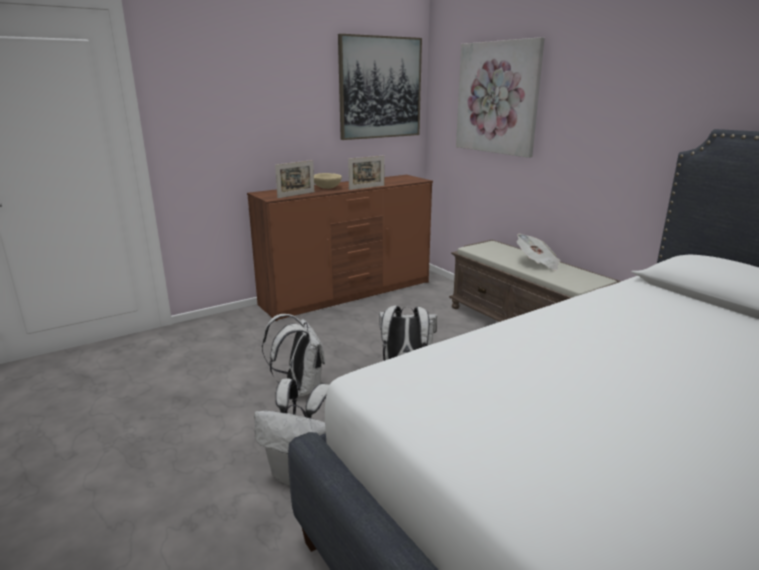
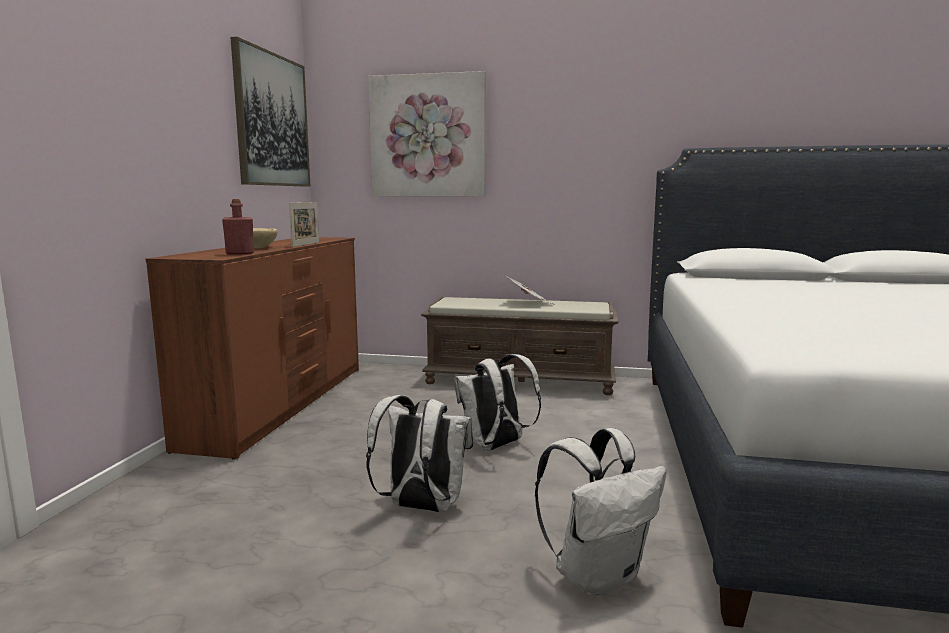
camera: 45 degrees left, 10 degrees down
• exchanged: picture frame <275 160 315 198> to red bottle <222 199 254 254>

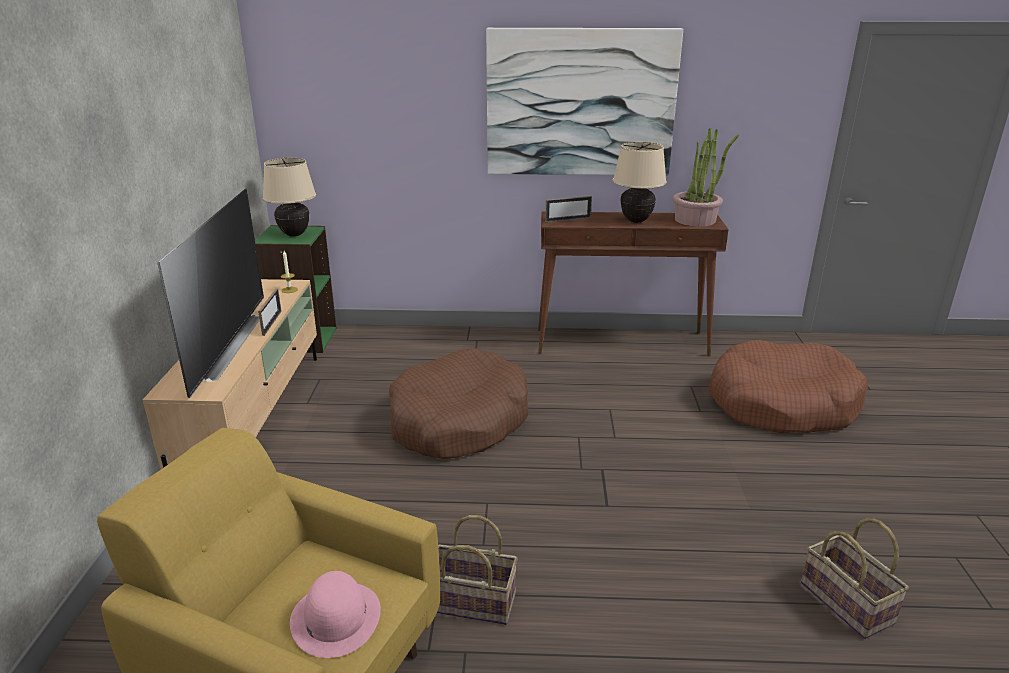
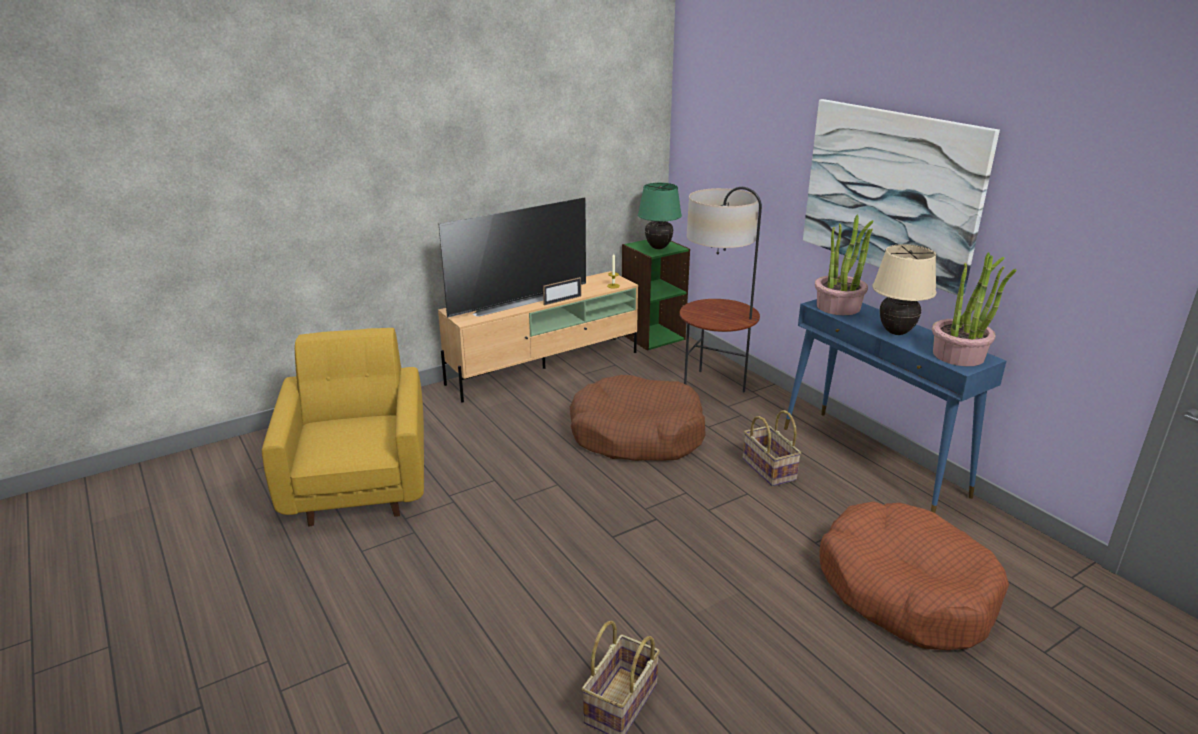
camera: 55 degrees right, 0 degrees up
• colour: beige table lamp <262 158 316 237> to green table lamp <638 183 682 249>
• exchanged: picture frame <545 196 592 222> to potted plant <815 215 874 315>
• colour: brown console table <538 211 729 356> to blue console table <784 299 1006 513>
• relocated: basket <437 515 518 625> to <743 410 801 487>
• missing: pink hat <290 571 381 658>
• appeared: floor lamp <680 187 762 392>

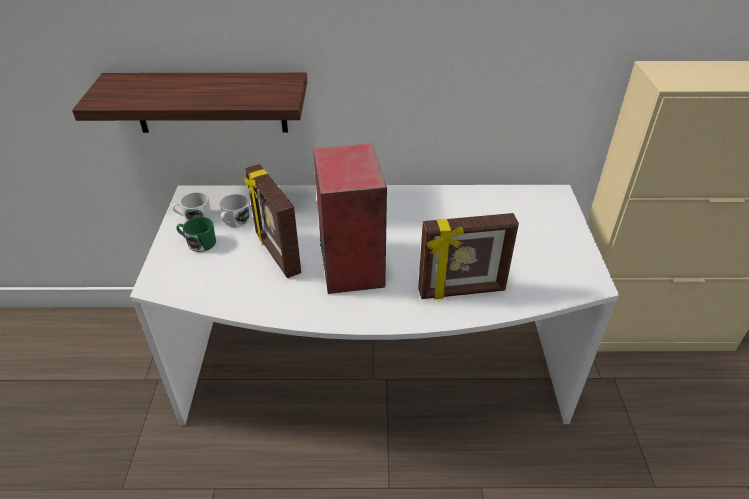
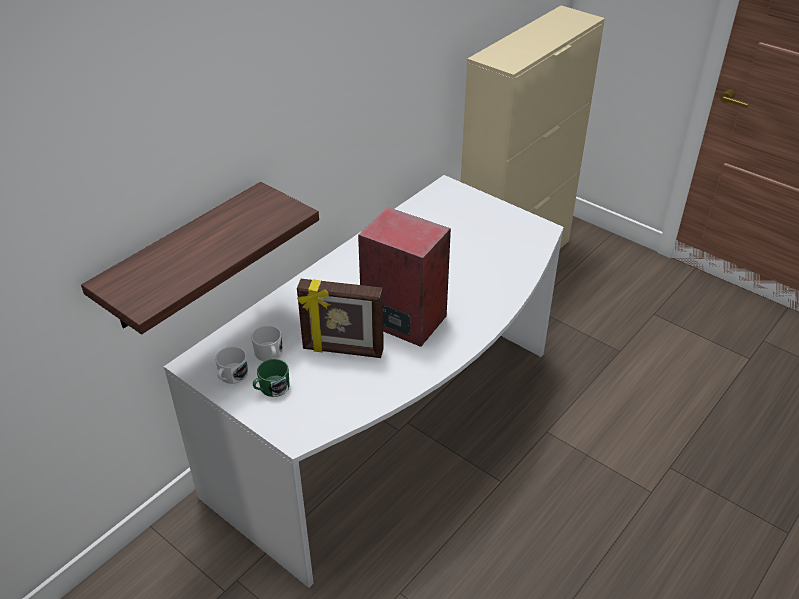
camera: 50 degrees left, 0 degrees up
• missing: picture frame <418 213 519 299>

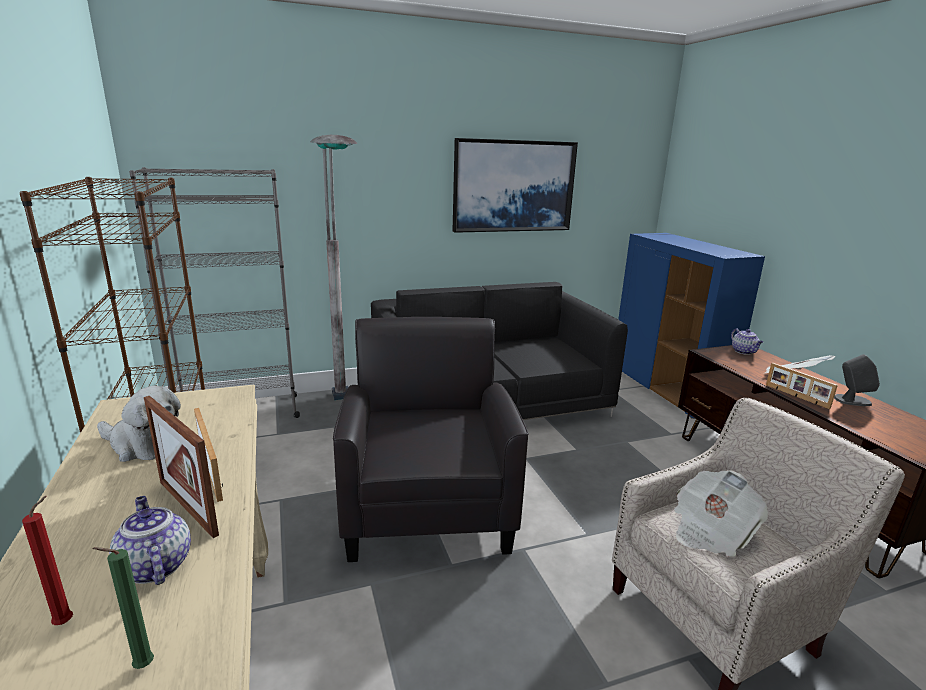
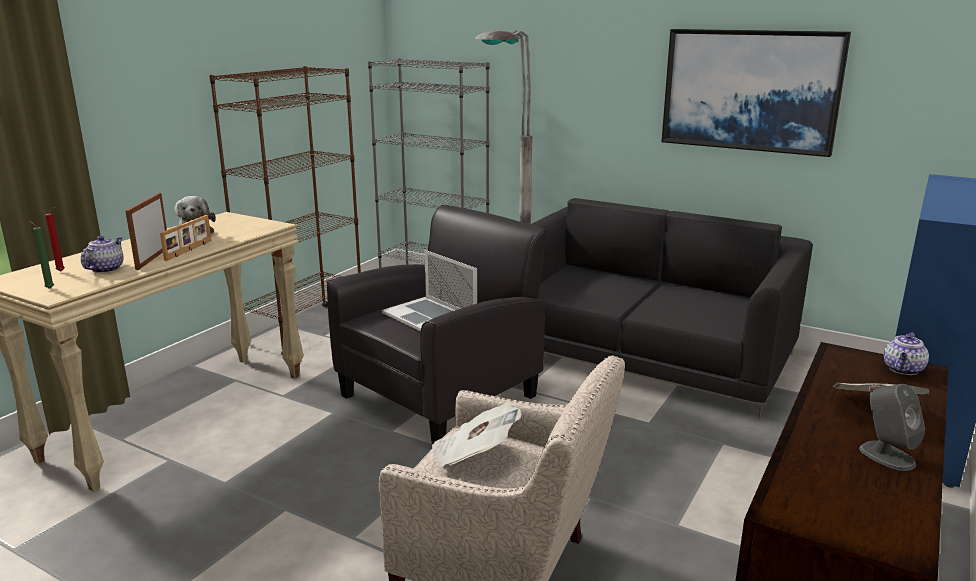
camera: 50 degrees right, 0 degrees up
• missing: picture frame <766 363 838 409>
• appeared: laptop <382 250 477 332>

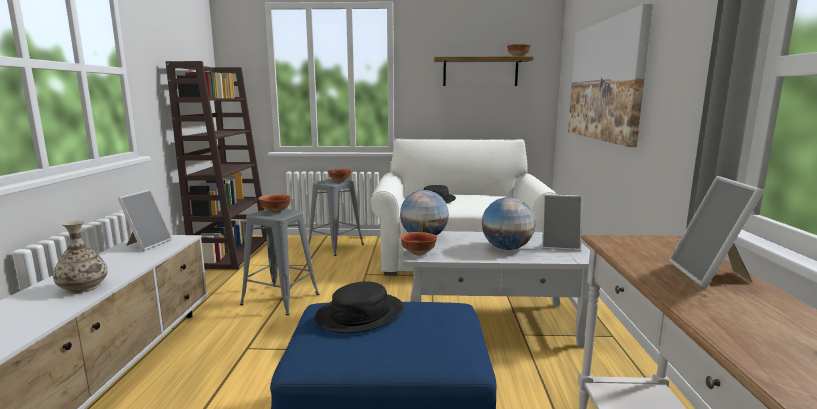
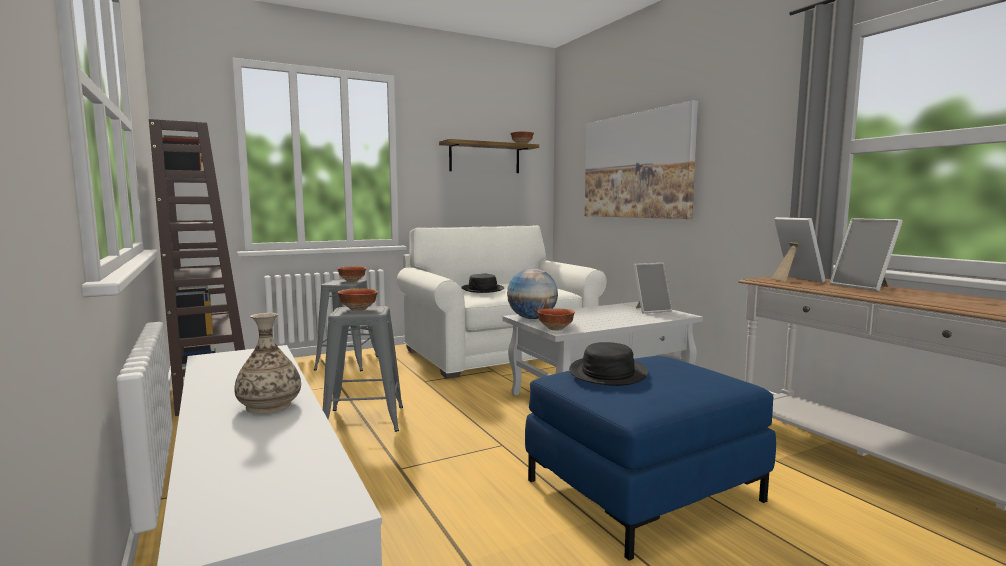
camera: 30 degrees left, 5 degrees down
• relocated: picture frame <118 190 172 251> to <771 217 826 282>
• missing: globe <482 197 535 250>

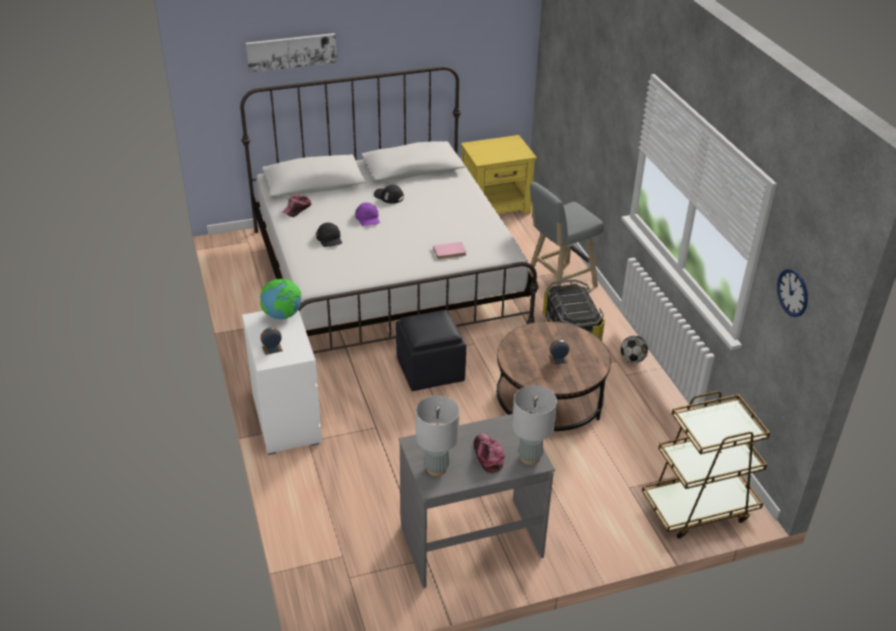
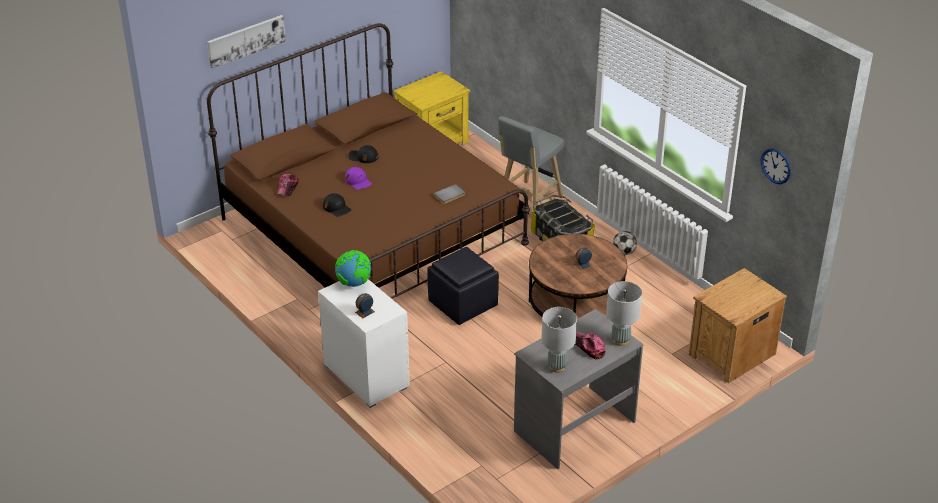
camera: 20 degrees left, 0 degrees up
• colour: white bed <240 66 539 354> to brown bed <207 23 530 299>
• colour: pink book <433 242 466 259> to grey book <433 184 465 204>
• exchanged: brown cart <642 391 770 539> to brown nightstand <689 268 787 383>

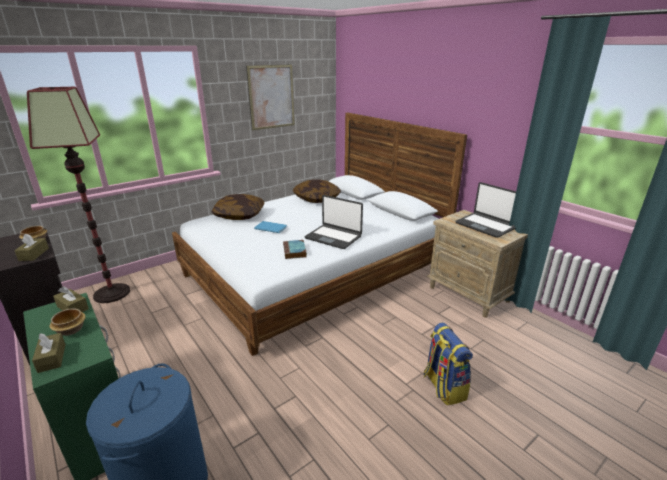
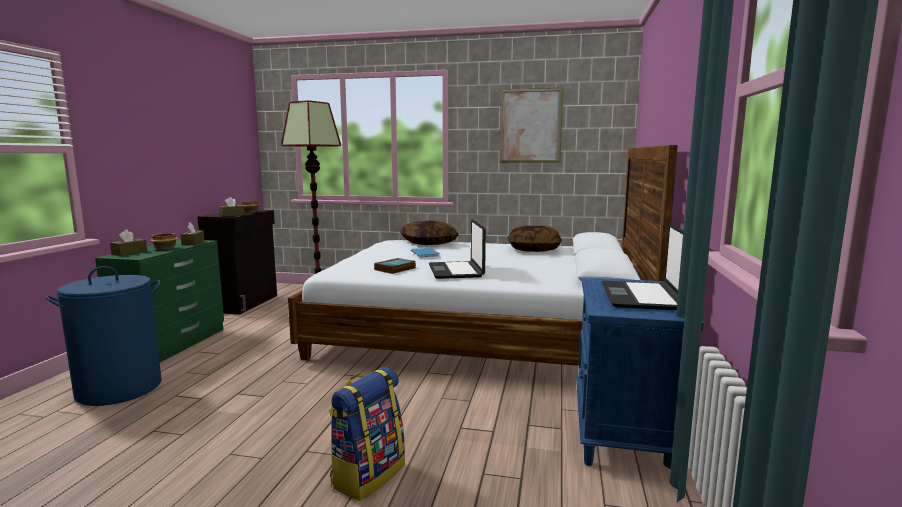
camera: 50 degrees right, 15 degrees down
• colour: beige nightstand <427 210 528 318> to blue nightstand <576 277 704 471>

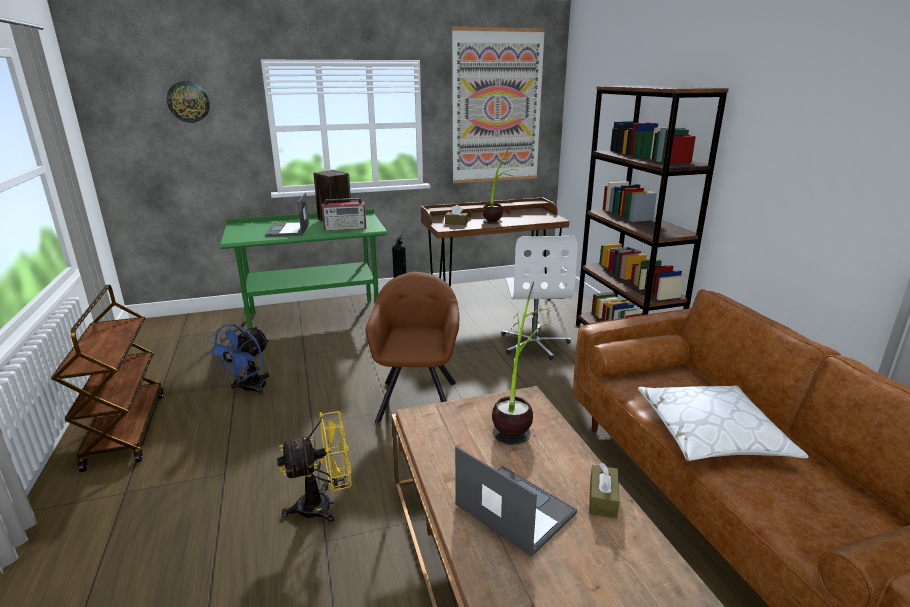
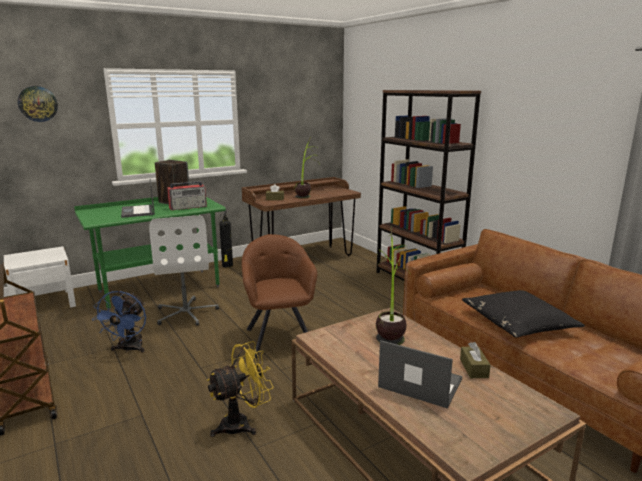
camera: 15 degrees left, 5 degrees down
• missing: picture <452 27 545 183>
• relocated: white office chair <502 236 578 360> to <149 215 219 326>
• colour: white pillow <638 386 809 461> to black pillow <462 290 585 338>
• appeared: white nightstand <4 246 76 308>

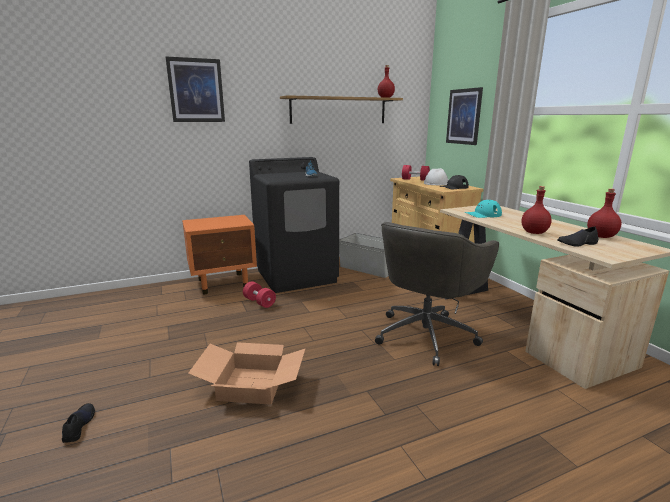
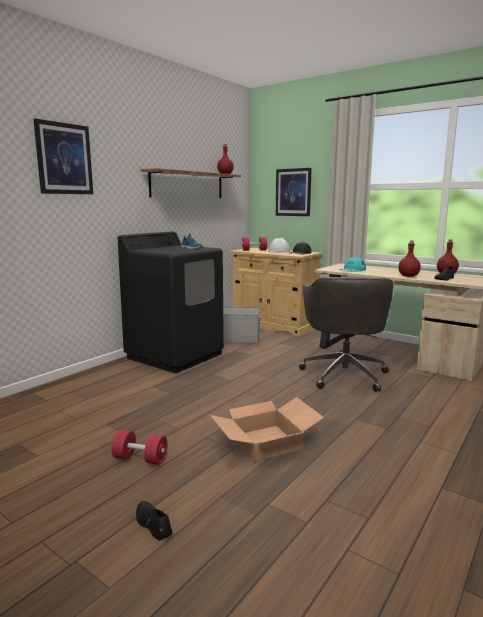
camera: 30 degrees left, 5 degrees down
• missing: orange nightstand <182 215 257 294>
• relocated: red dumbbell <243 281 276 308> to <111 430 168 465>

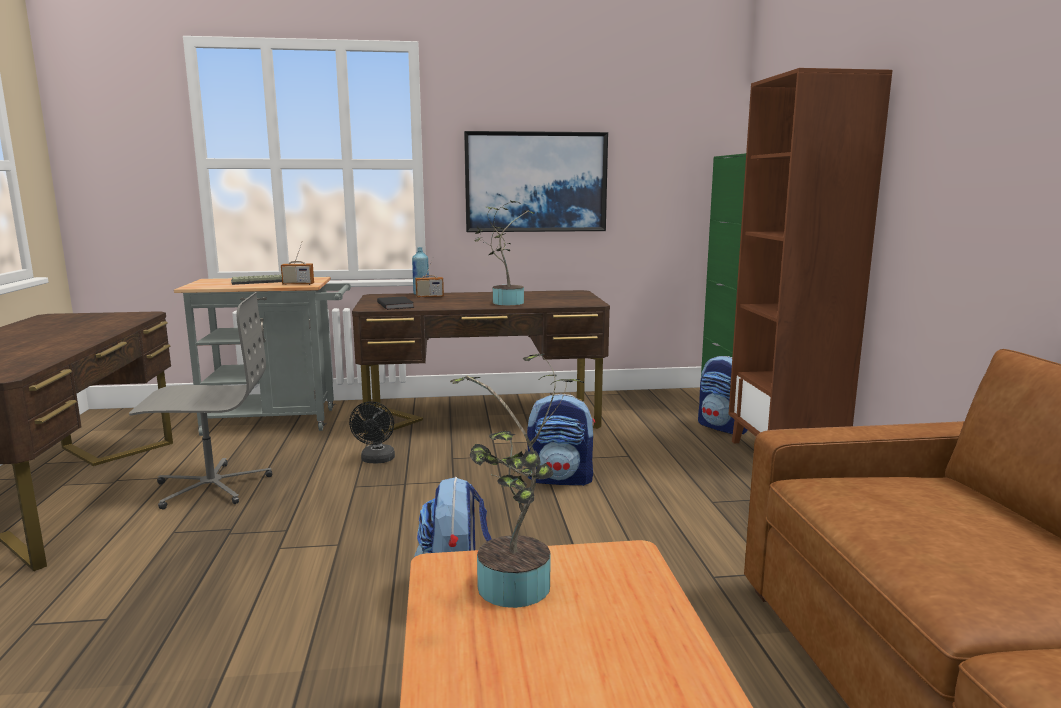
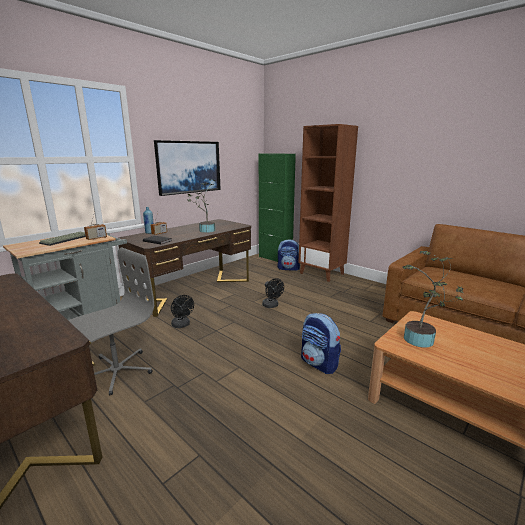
camera: 40 degrees left, 5 degrees up
• exchanged: backpack <527 394 596 486> to black fan <262 278 284 308>

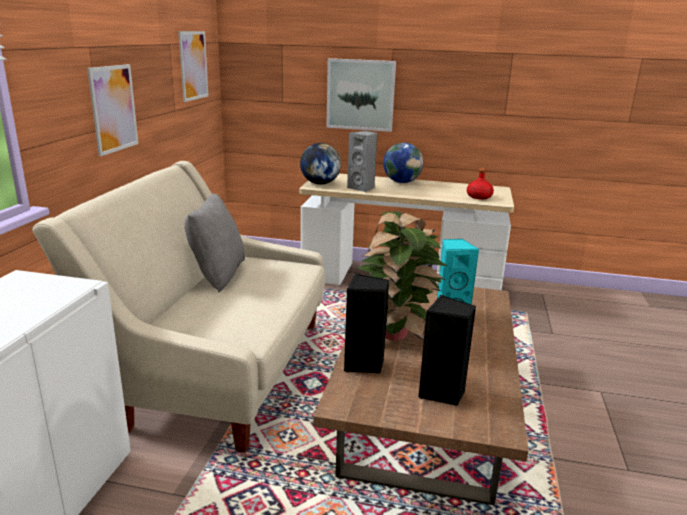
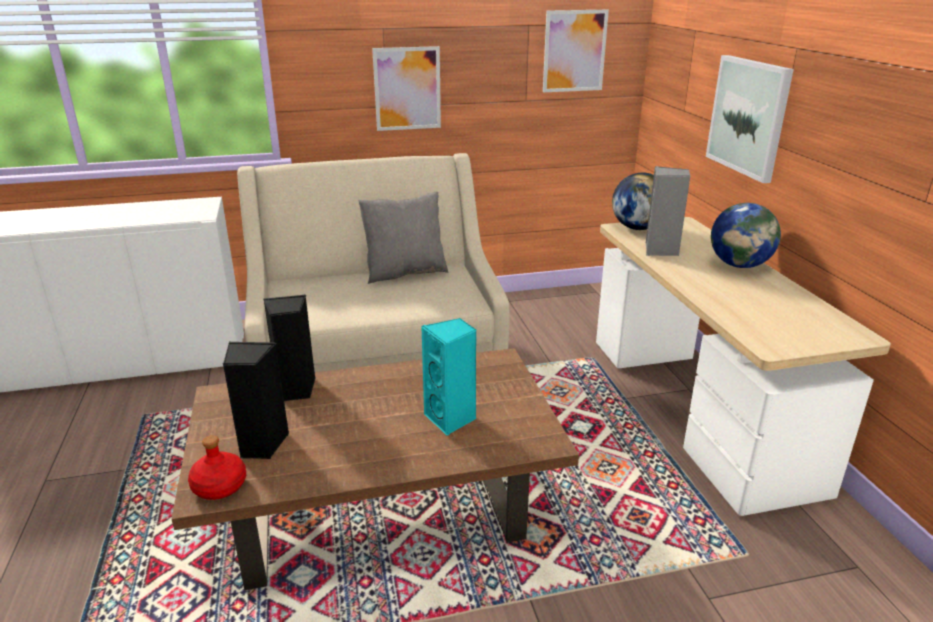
camera: 65 degrees right, 5 degrees up
• relocated: red bottle <467 168 494 199> to <188 435 246 500>
• missing: potted plant <357 211 447 341>

